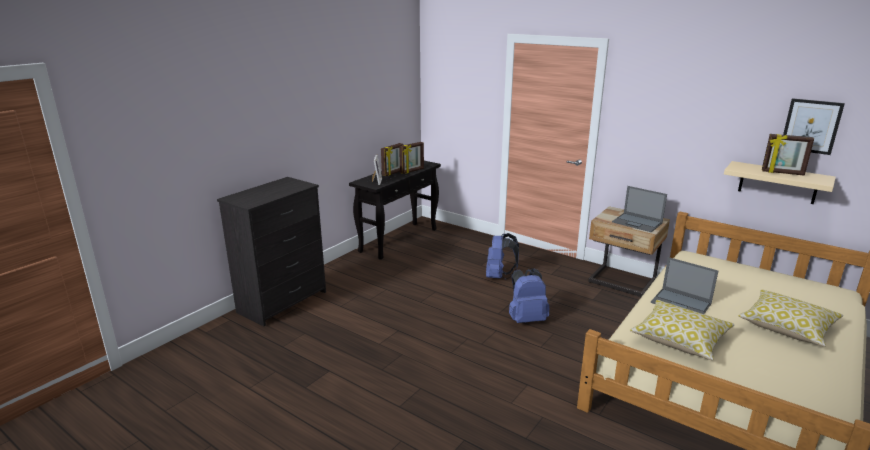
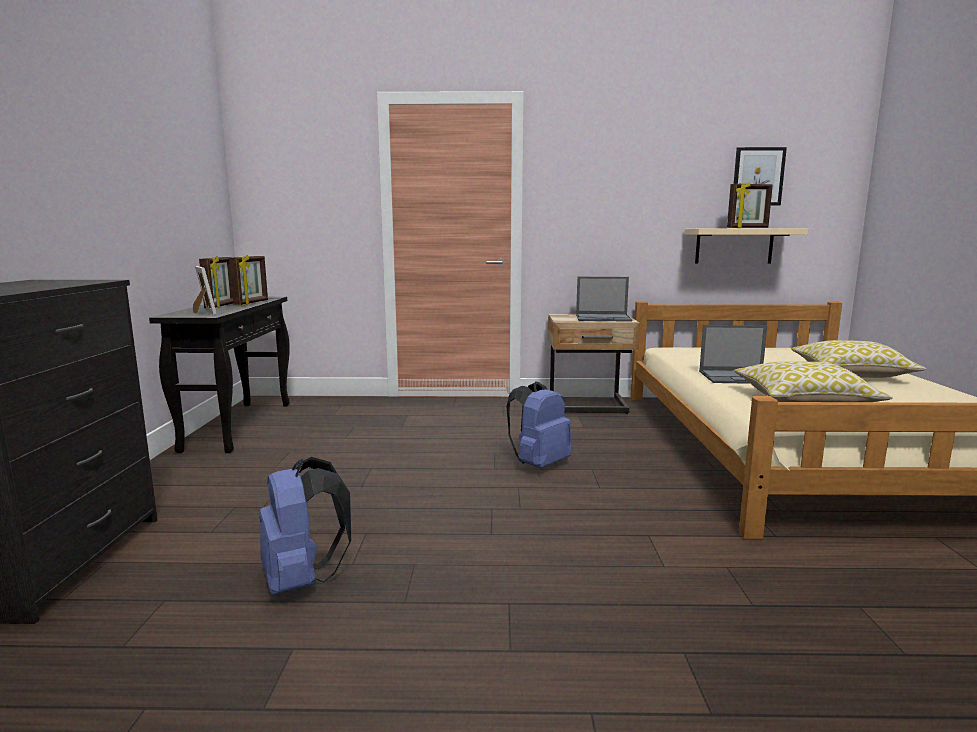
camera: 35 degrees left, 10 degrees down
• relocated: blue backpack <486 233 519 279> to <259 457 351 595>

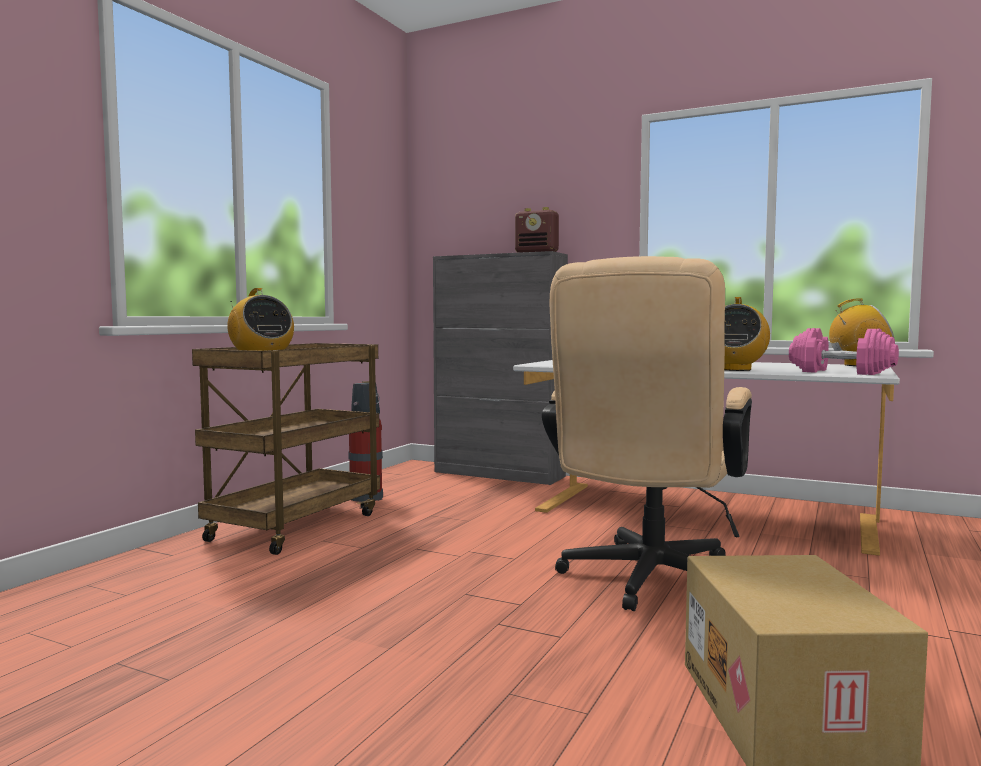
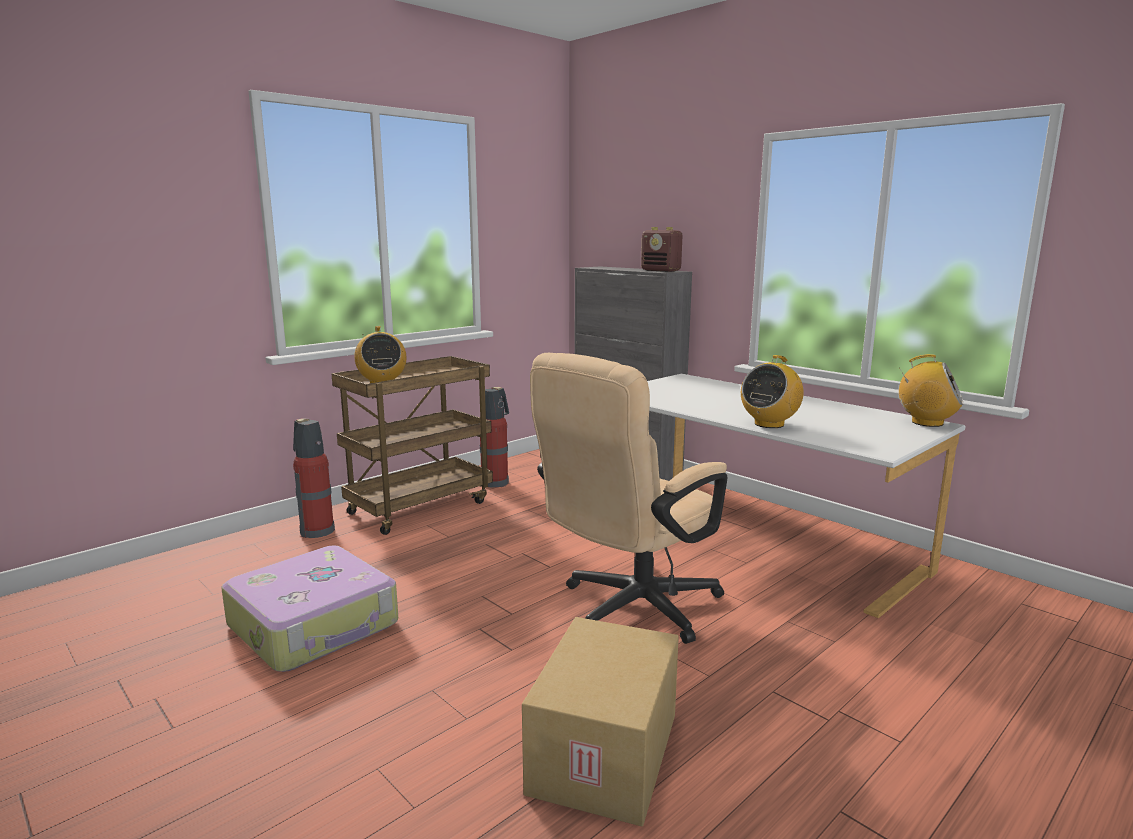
camera: 20 degrees right, 10 degrees up
• missing: pink dumbbell <789 328 899 375>
• appeared: fire extinguisher <293 418 335 538>
• appeared: suitcase <221 545 398 672>

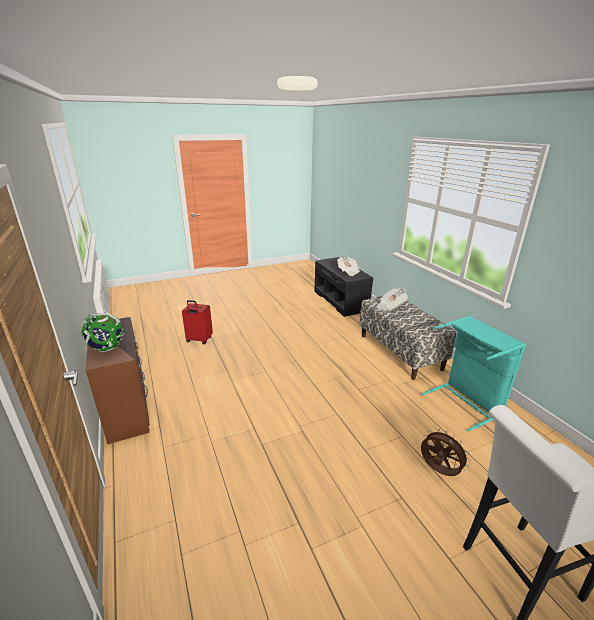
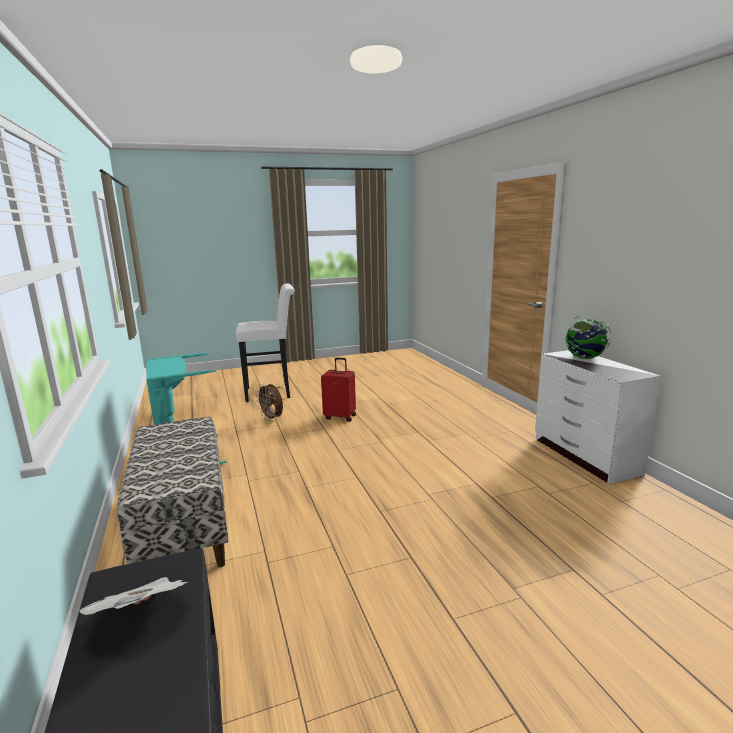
camera: 175 degrees left, 10 degrees down
• missing: newspaper <376 288 408 311>
• relocated: red suitcase <182 300 213 344> to <321 358 356 422>
• colour: brown dresser <86 317 150 444> to white dresser <535 350 661 484>

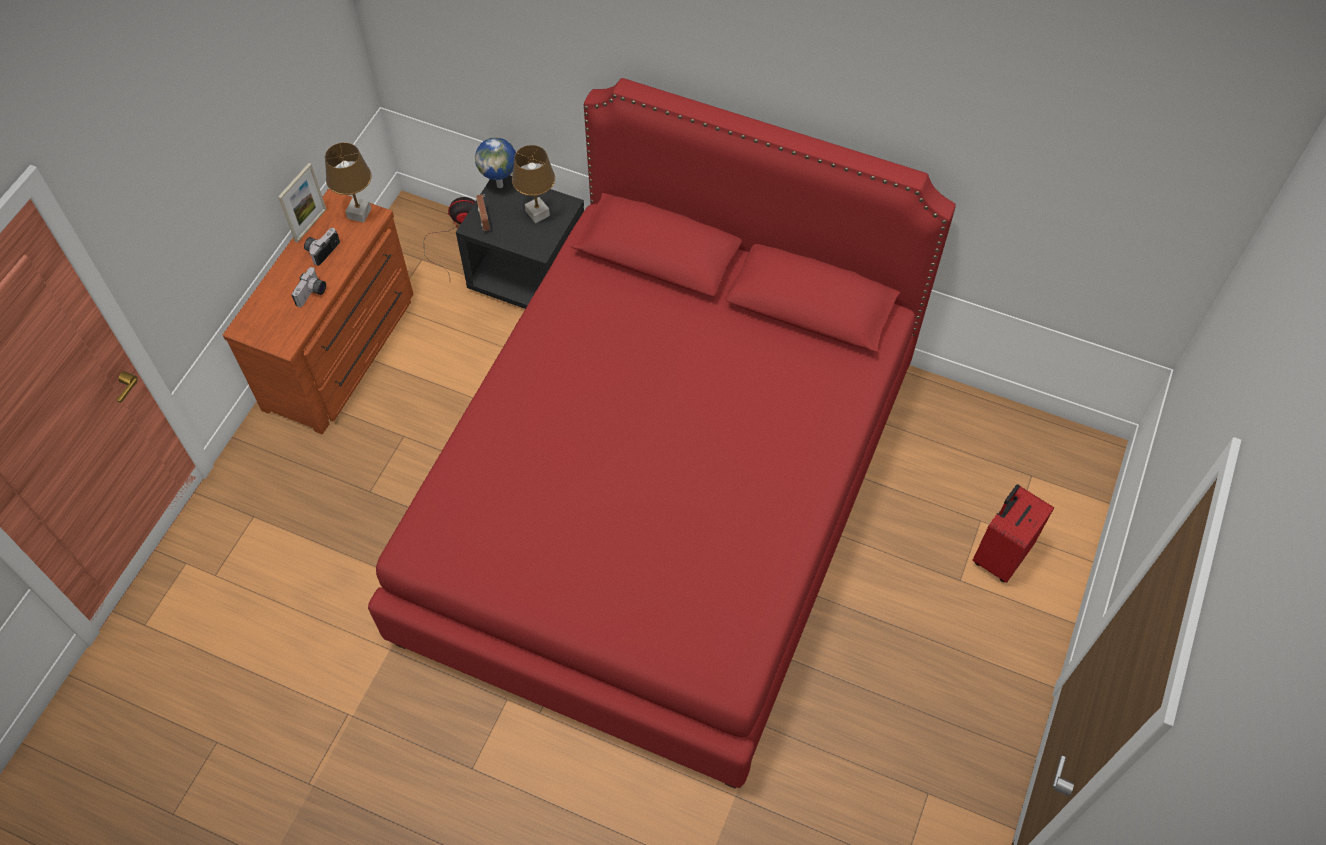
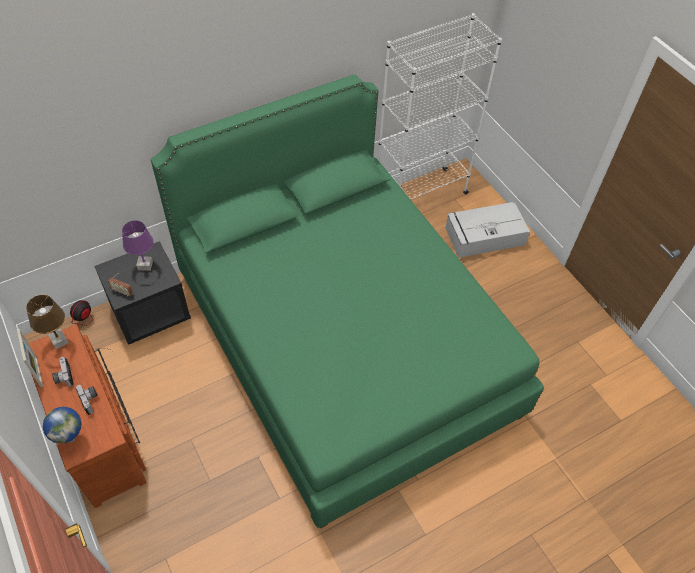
camera: 55 degrees left, 5 degrees down
• colour: red bed <368 78 956 788> to green bed <151 74 544 528>
• relocated: globe <475 137 516 188> to <43 407 82 444>
• colour: brown table lamp <512 145 555 223> to purple table lamp <122 220 154 271>
• exchanged: red suitcase <972 484 1054 583> to grey storage box <445 202 530 258>
• appeared: white bookcase <378 13 502 199>

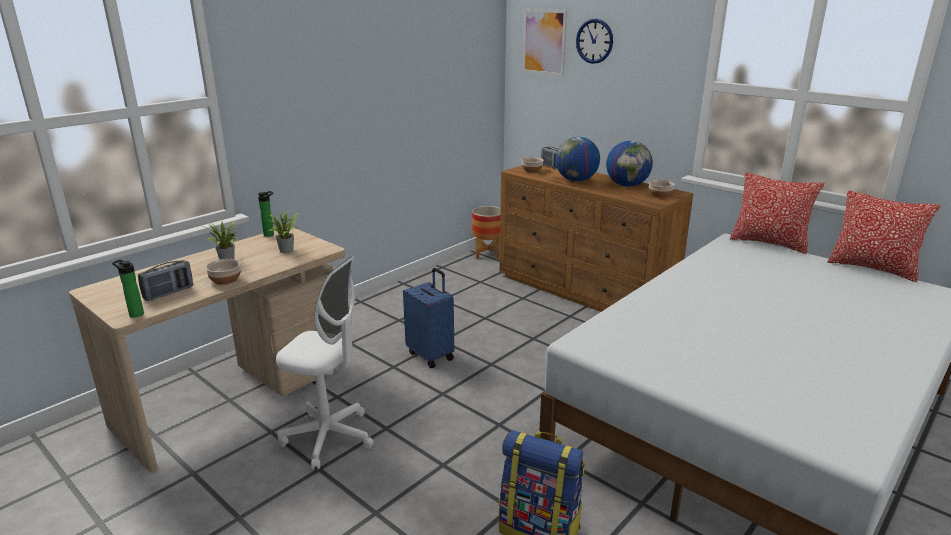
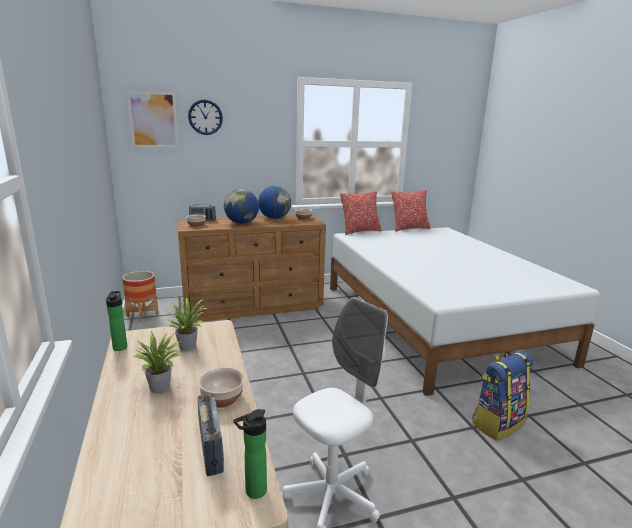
camera: 60 degrees left, 5 degrees down
• missing: blue suitcase <403 268 454 368>

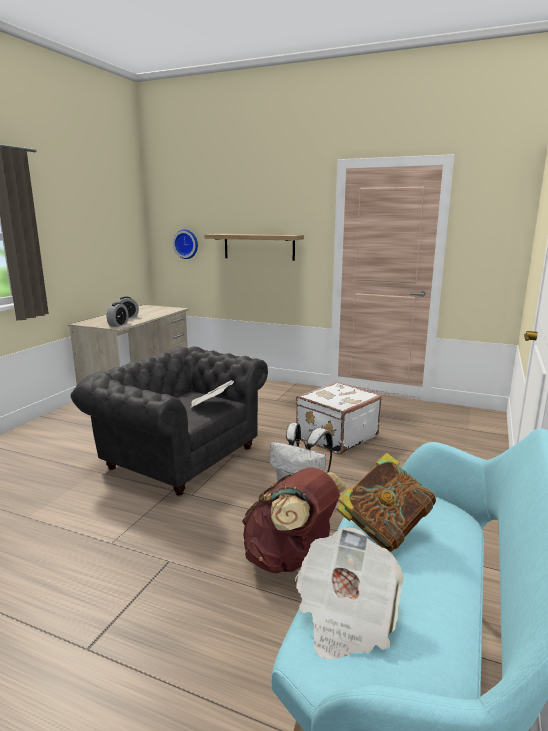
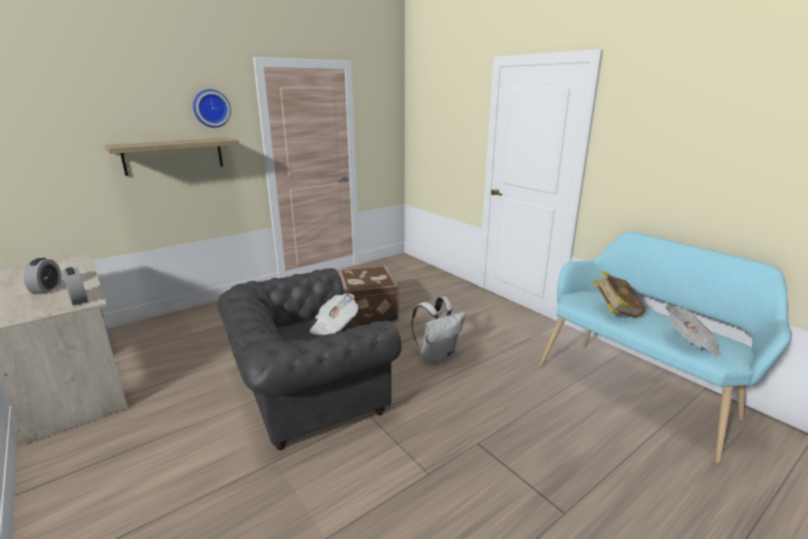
camera: 60 degrees left, 5 degrees up
• relocated: wall clock <173 229 198 259> to <193 89 231 128>
• colour: white suitcase <296 381 382 454> to brown suitcase <338 265 399 327>
• missing: brown backpack <242 467 347 574>

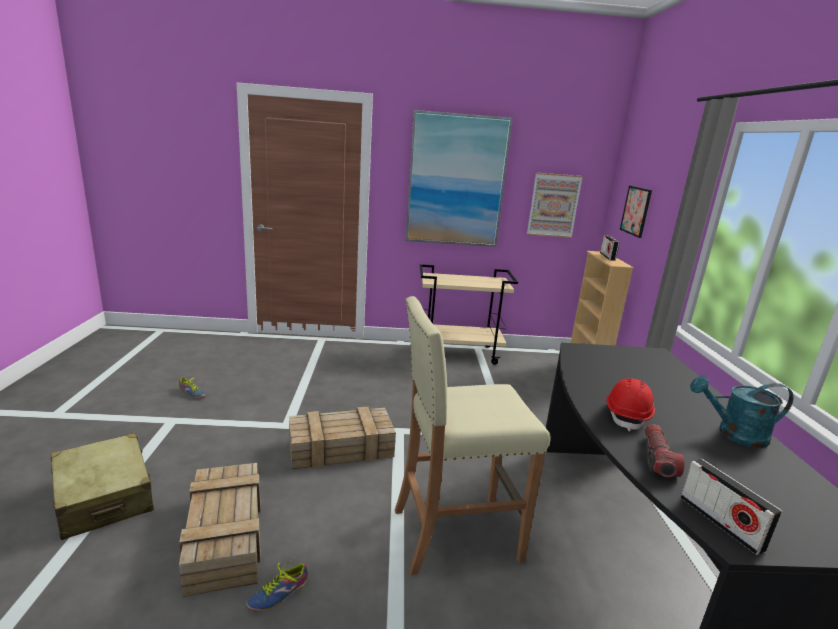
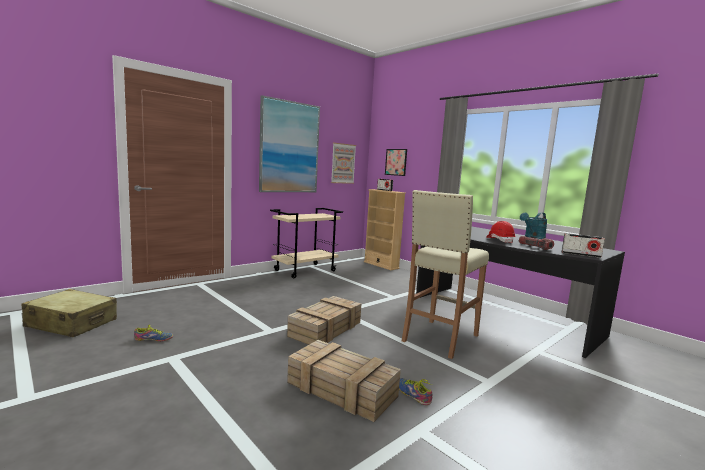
camera: 40 degrees left, 10 degrees down
• relocated: beige suitcase <50 433 154 540> to <22 289 117 337>
• spun: shoe <246 557 308 611> = <399 378 432 405> 135 degrees clockwise

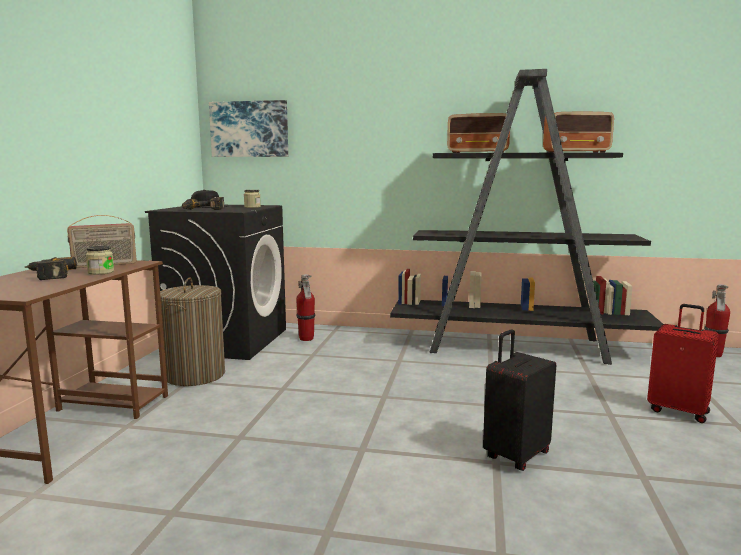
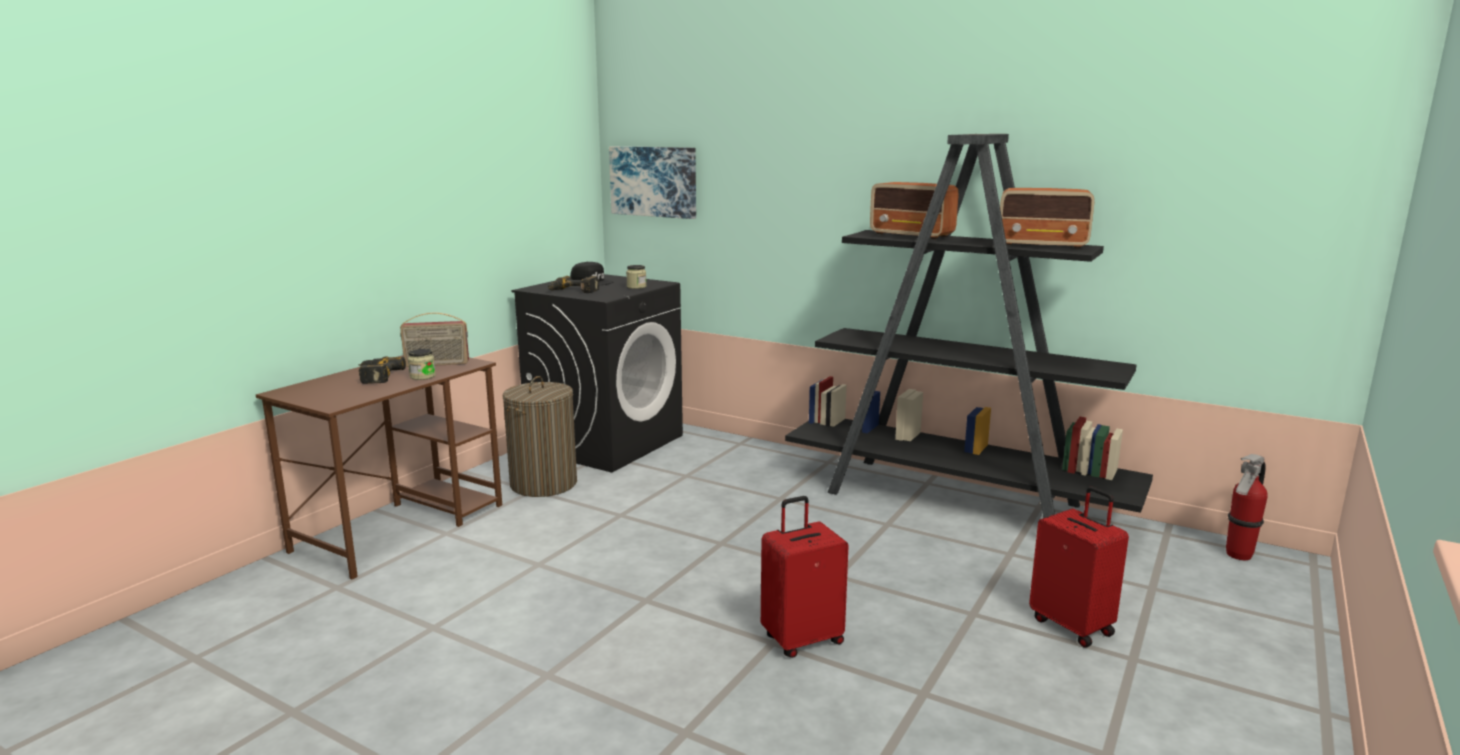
camera: 20 degrees right, 5 degrees up
• missing: fire extinguisher <296 274 316 341>
• colour: black suitcase <483 329 556 471> to red suitcase <761 496 849 658>

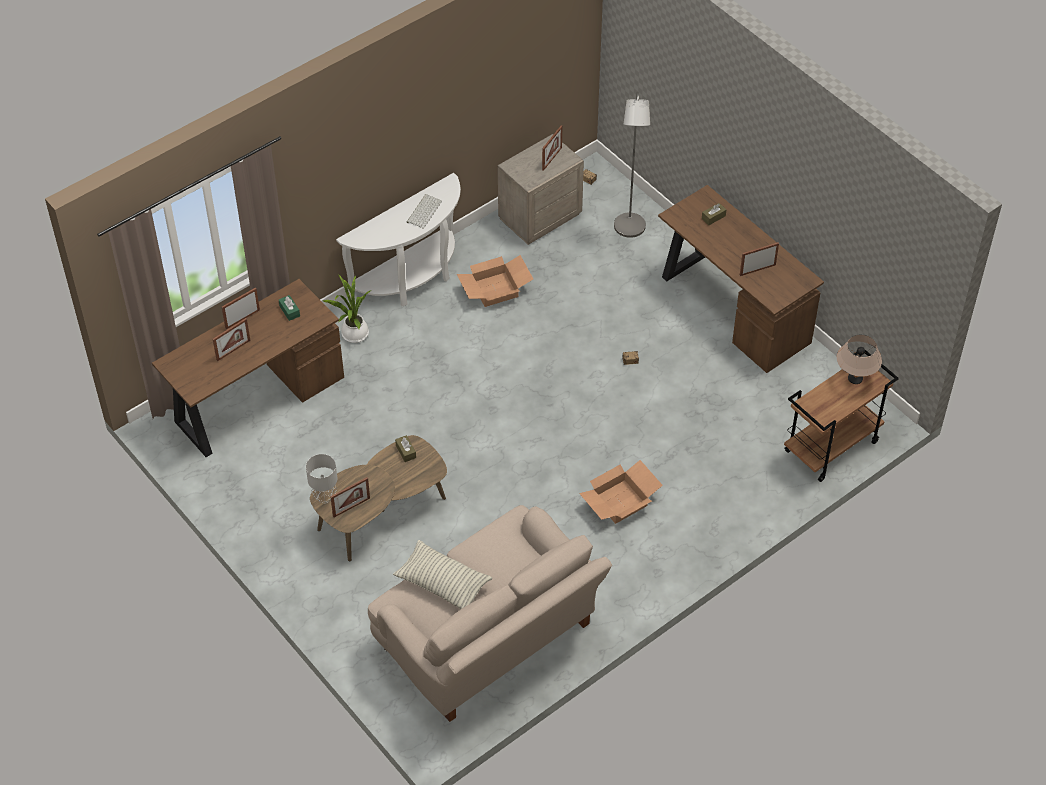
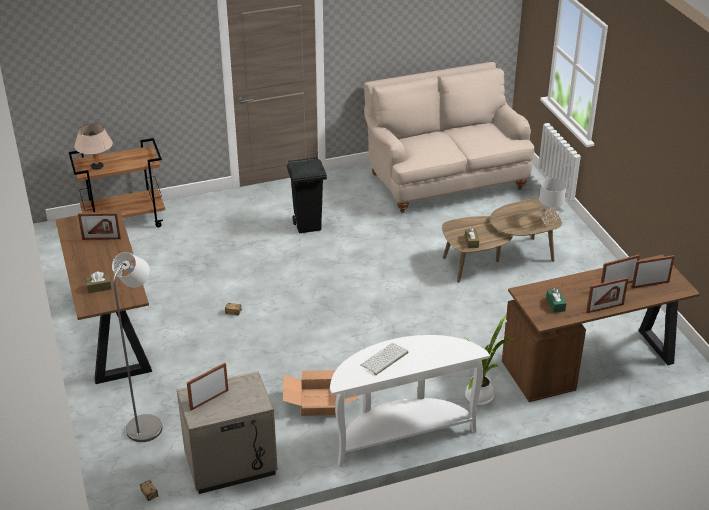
camera: 160 degrees left, 15 degrees down
• exchanged: cardboard box <579 460 663 524> to black trash can <287 157 327 233>
• relocated: picture frame <330 477 370 517> to <631 255 675 288>
• missing: pillow <393 540 492 609>

